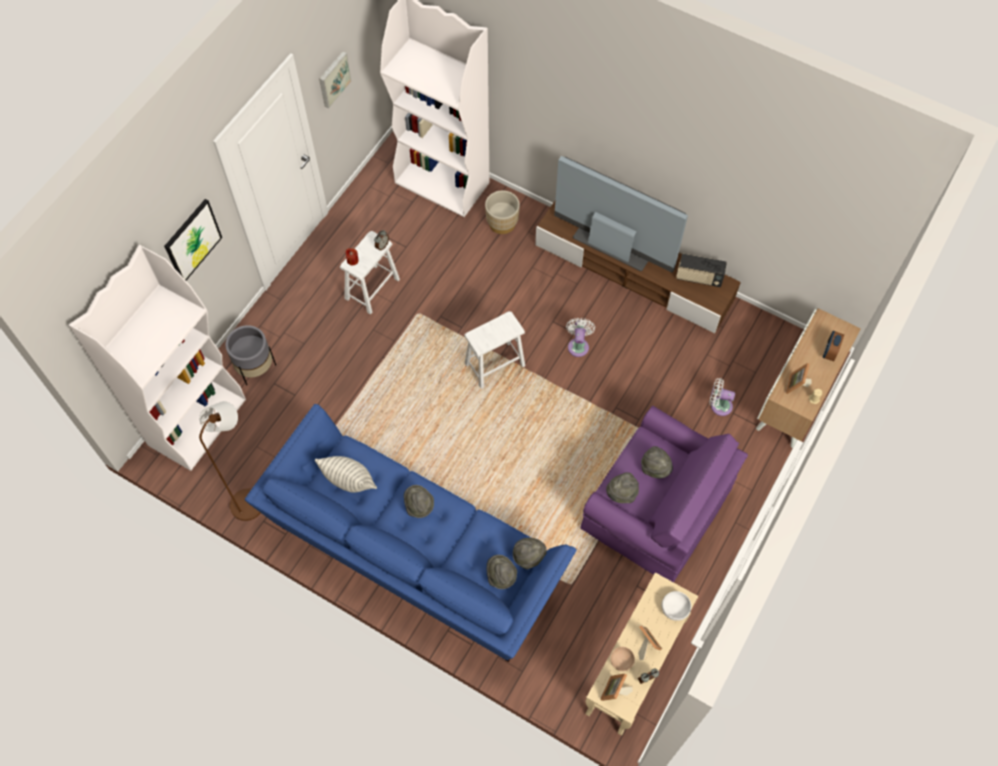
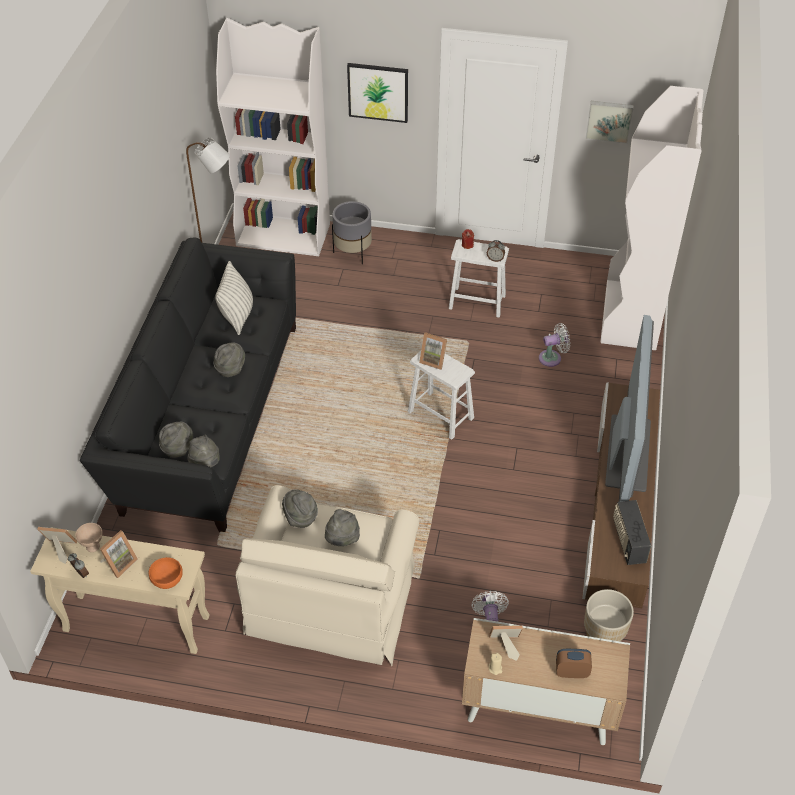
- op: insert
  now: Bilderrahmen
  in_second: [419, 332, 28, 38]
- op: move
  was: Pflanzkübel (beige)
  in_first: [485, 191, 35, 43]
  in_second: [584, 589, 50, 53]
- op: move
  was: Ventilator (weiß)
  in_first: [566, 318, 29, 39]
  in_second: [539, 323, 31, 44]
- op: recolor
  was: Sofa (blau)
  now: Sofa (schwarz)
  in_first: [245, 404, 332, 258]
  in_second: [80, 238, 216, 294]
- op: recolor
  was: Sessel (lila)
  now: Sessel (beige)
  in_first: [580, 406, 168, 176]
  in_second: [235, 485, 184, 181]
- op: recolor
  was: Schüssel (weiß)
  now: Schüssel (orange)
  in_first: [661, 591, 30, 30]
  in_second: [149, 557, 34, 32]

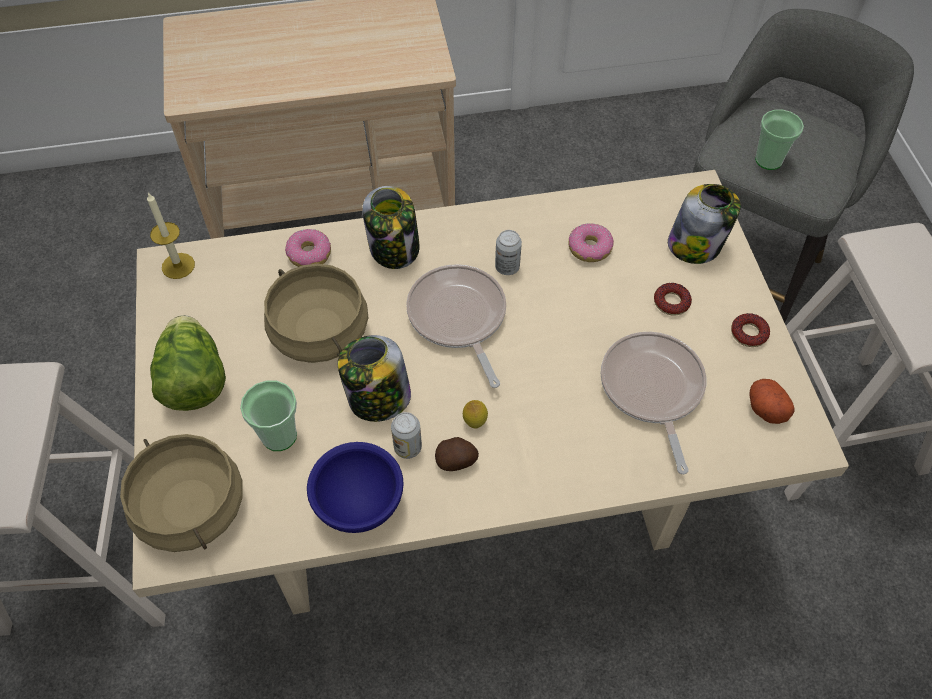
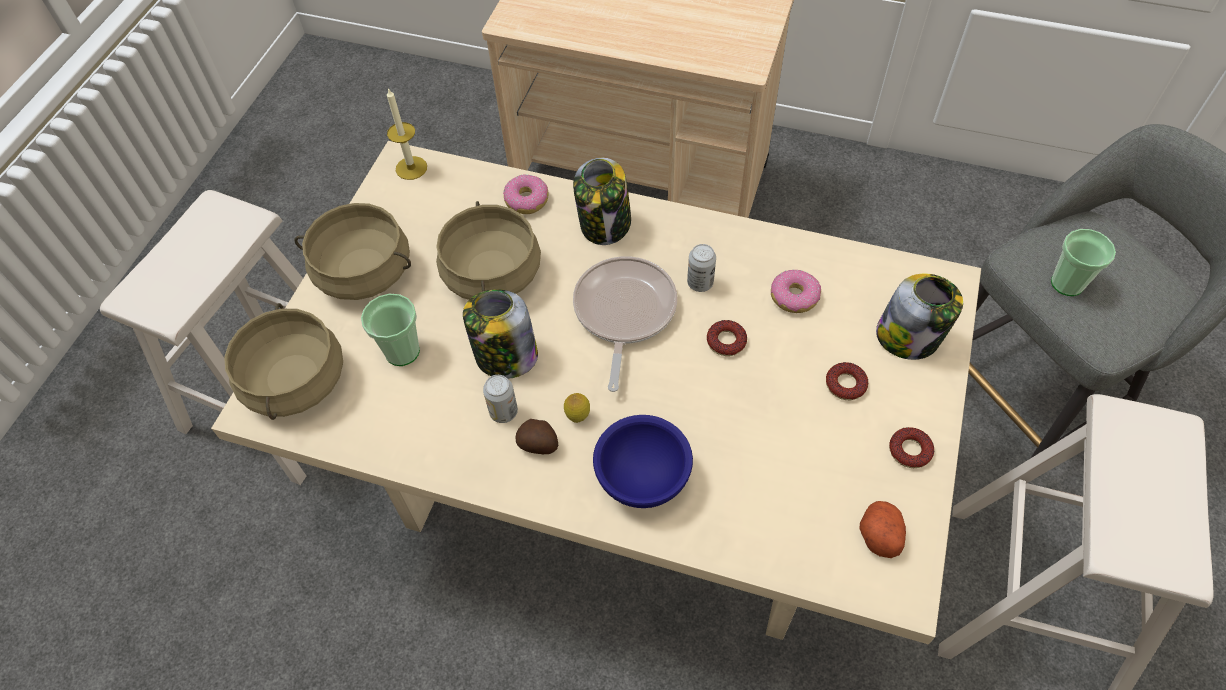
- op: delete
  was: Pfanne
  in_first: [601, 332, 105, 142]
- op: insert
  now: Donut
  in_second: [707, 320, 40, 36]
- op: move
  was: Schüssel (blau)
  in_first: [307, 442, 96, 91]
  in_second: [593, 415, 100, 93]
- op: replace
  was: Salatkopf
  now: Kochtopf (beige)
  in_first: [150, 315, 76, 96]
  in_second: [294, 203, 117, 97]

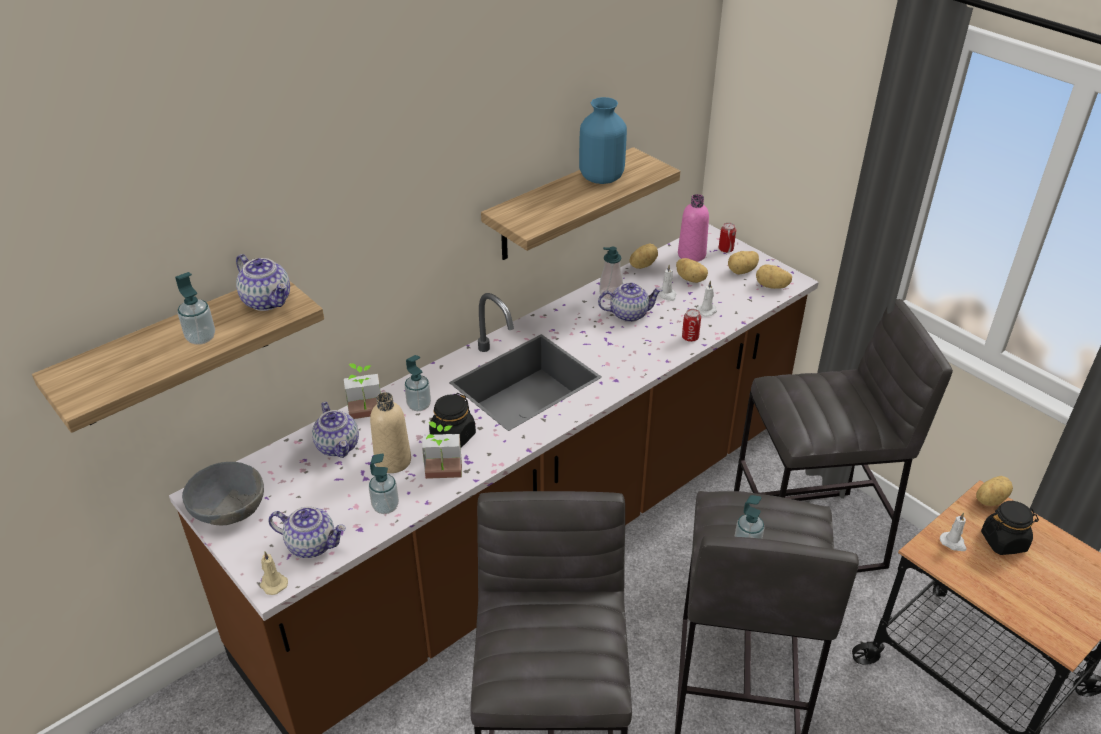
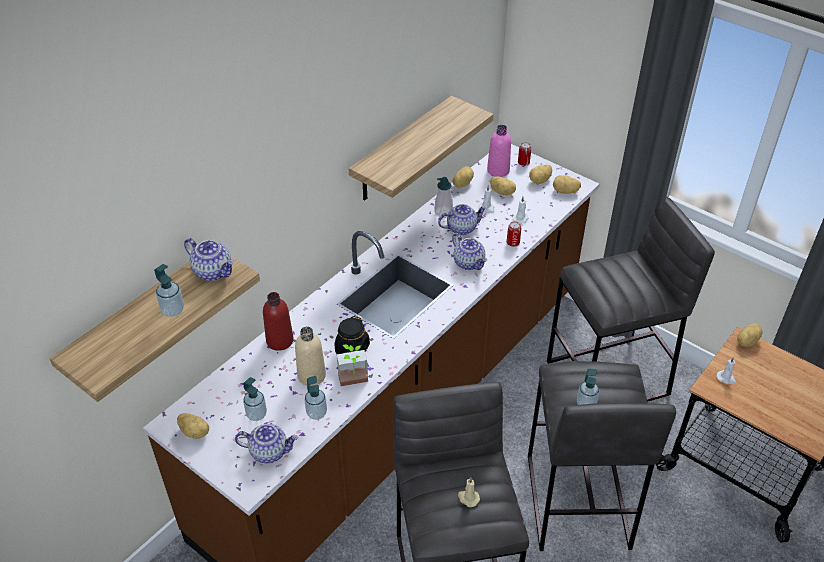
- op: delete
  was: Vase (blau)
  in_first: [579, 97, 48, 87]
- op: delete
  was: Vorratsglas (schwarz)
  in_first: [981, 501, 58, 54]
- op: move
  was: Kerze (beige)
  in_first: [260, 552, 28, 43]
  in_second: [458, 478, 22, 29]
- op: move
  was: Teekanne
  in_first: [312, 402, 47, 56]
  in_second: [452, 233, 35, 37]
- op: move
  was: Seifenspender
  in_first: [405, 355, 26, 56]
  in_second: [243, 377, 24, 44]
- op: replace
  was: Schüssel (grau)
  now: Kartoffel
  in_first: [182, 462, 82, 63]
  in_second: [177, 413, 32, 26]
- op: replace
  was: Topfpflanze
  now: Flasche (rot)
  in_first: [344, 363, 37, 56]
  in_second: [263, 292, 31, 59]

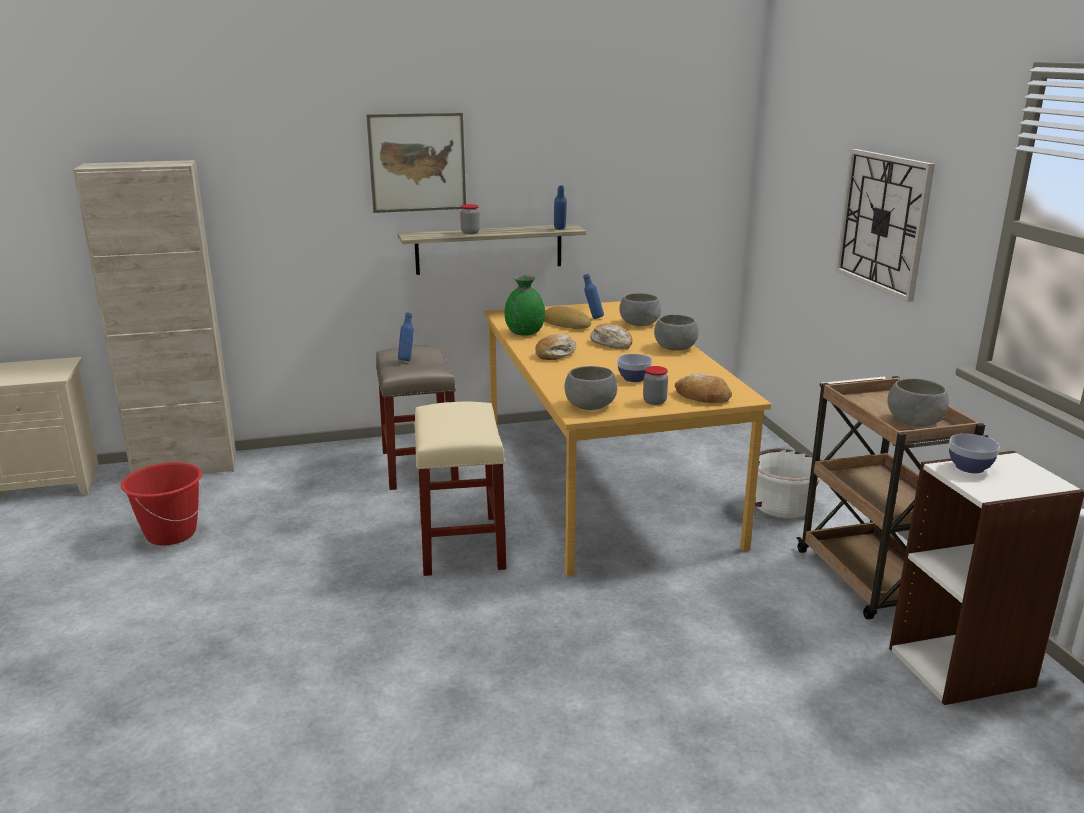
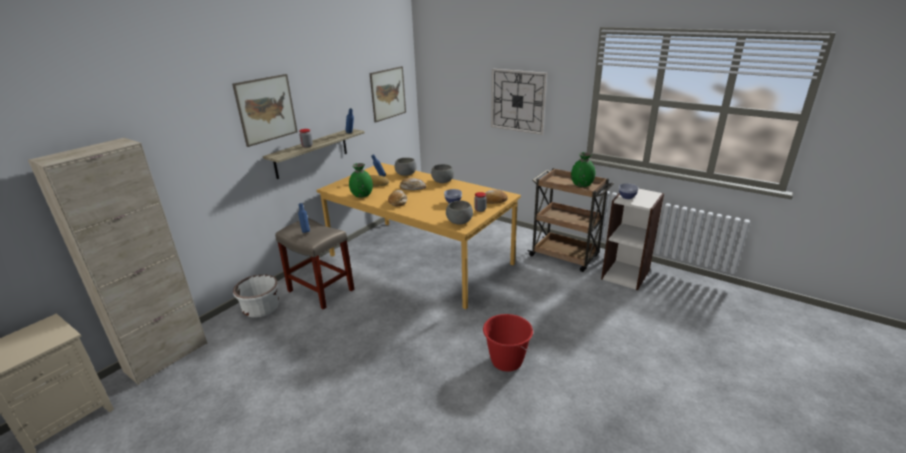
- op: delete
  was: Hocker (beige)
  in_first: [414, 401, 92, 175]
- op: insert
  now: Bild
  in_second: [370, 66, 36, 57]
- op: move
  was: Eimer (rot)
  in_first: [121, 462, 82, 83]
  in_second: [483, 314, 50, 58]
- op: move
  was: Pflanzkübel (weiß)
  in_first: [755, 448, 65, 70]
  in_second: [233, 274, 46, 44]
- op: replace
  was: Schüssel (grau)
  now: Vase (grün)
  in_first: [887, 379, 62, 48]
  in_second: [571, 152, 24, 35]

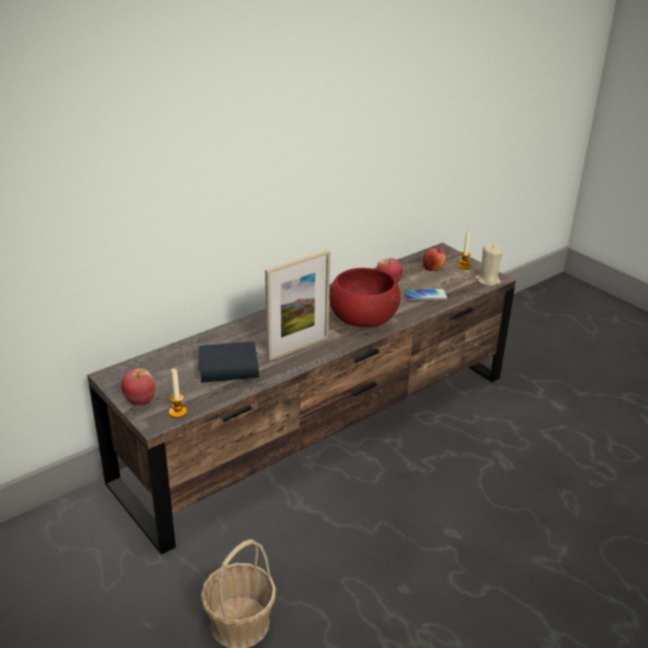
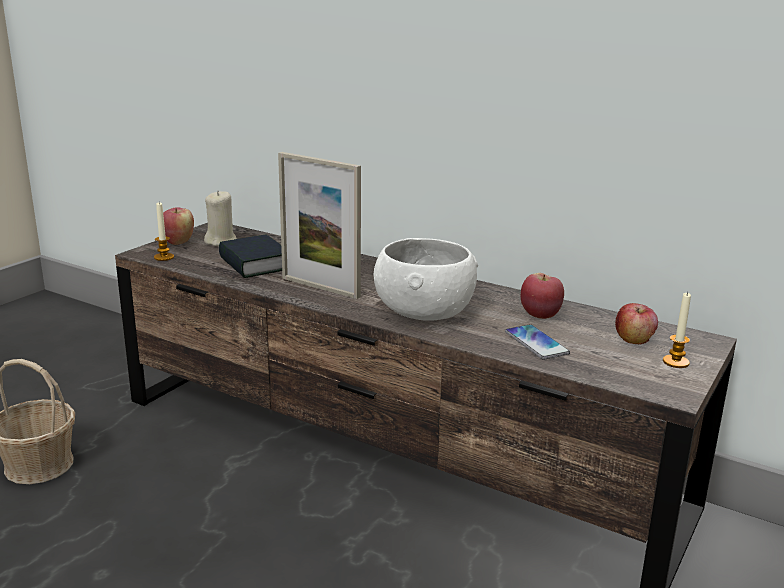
- op: move
  was: Kerze (beige)
  in_first: [475, 243, 28, 43]
  in_second: [204, 190, 33, 56]
- op: recolor
  was: Schüssel (rot)
  now: Schüssel (weiß)
  in_first: [329, 268, 71, 59]
  in_second: [374, 238, 104, 83]

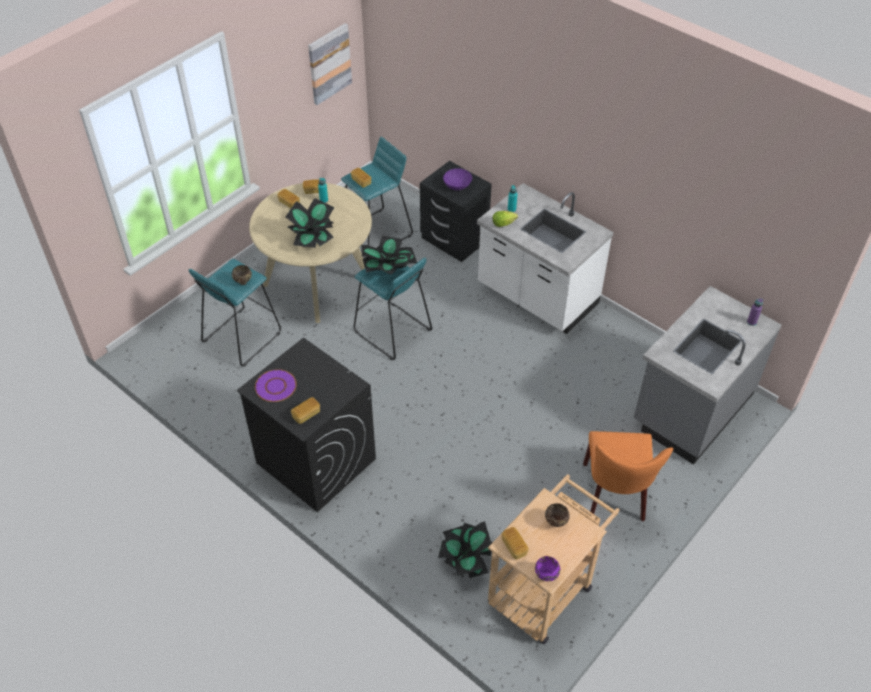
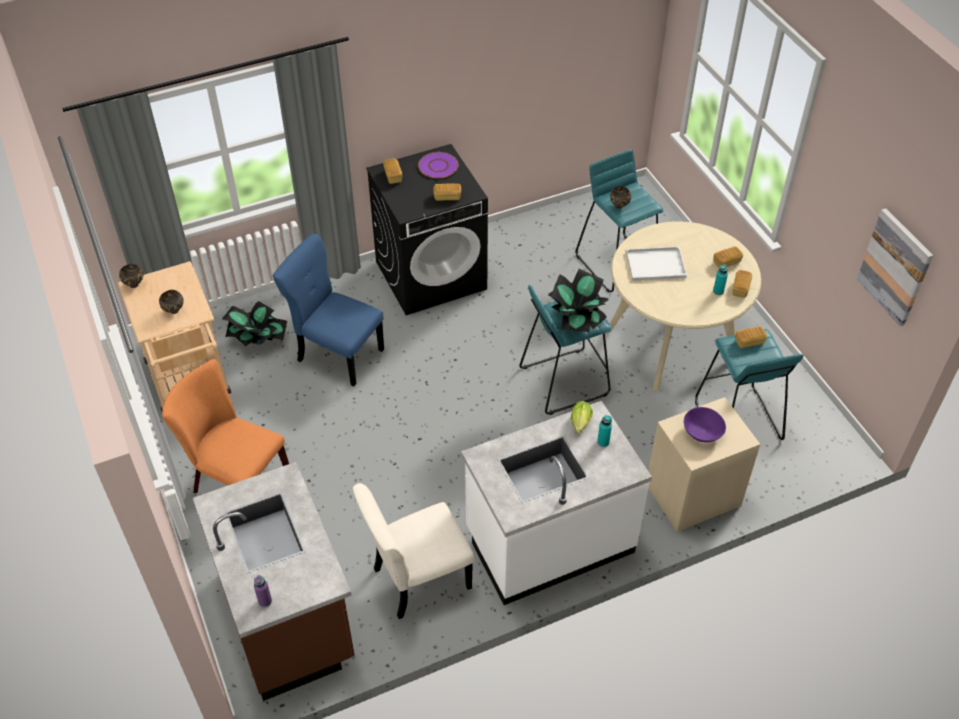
- op: insert
  now: Stuhl (blau)
  in_second: [273, 234, 111, 152]
- op: insert
  now: Stuhl (beige)
  in_second: [353, 483, 121, 136]
- op: move
  was: Brot
  in_first: [502, 527, 27, 32]
  in_second: [434, 183, 27, 18]
- op: replace
  was: Topfpflanze
  now: Tablett (weiß)
  in_first: [285, 198, 49, 50]
  in_second: [626, 247, 61, 34]
- op: recolor
  was: Nachttisch (schwarz)
  now: Nachttisch (beige)
  in_first: [420, 161, 72, 101]
  in_second: [649, 397, 111, 135]
- op: recolor
  was: Schüssel (lila)
  now: Schüssel (braun)
  in_first: [535, 556, 25, 25]
  in_second: [119, 264, 25, 24]
- op: recolor
  was: Küchenzeile (grau)
  now: Küchenzeile (braun)
  in_first: [634, 286, 148, 179]
  in_second: [193, 462, 162, 239]

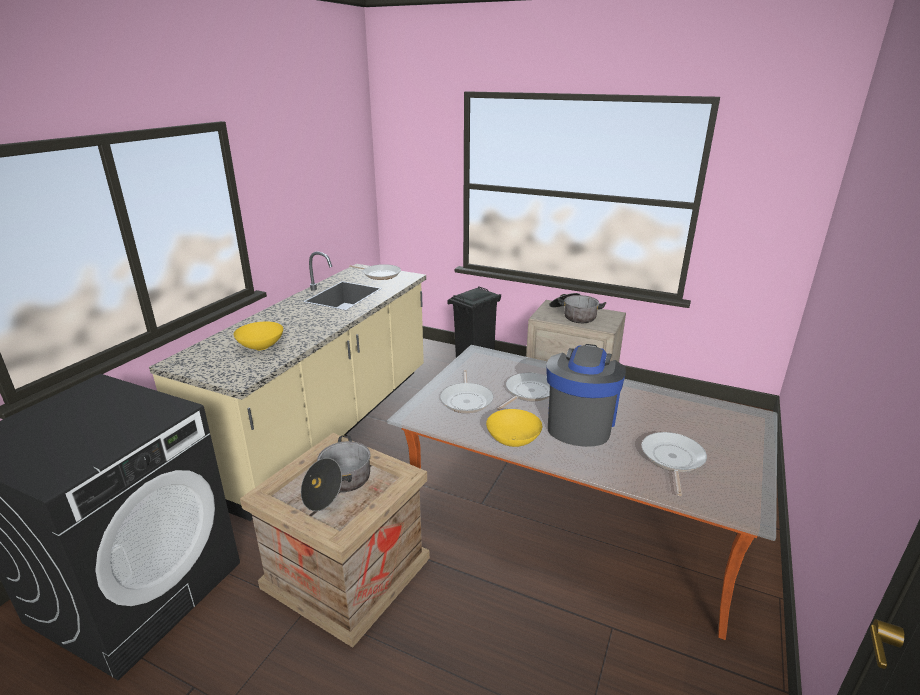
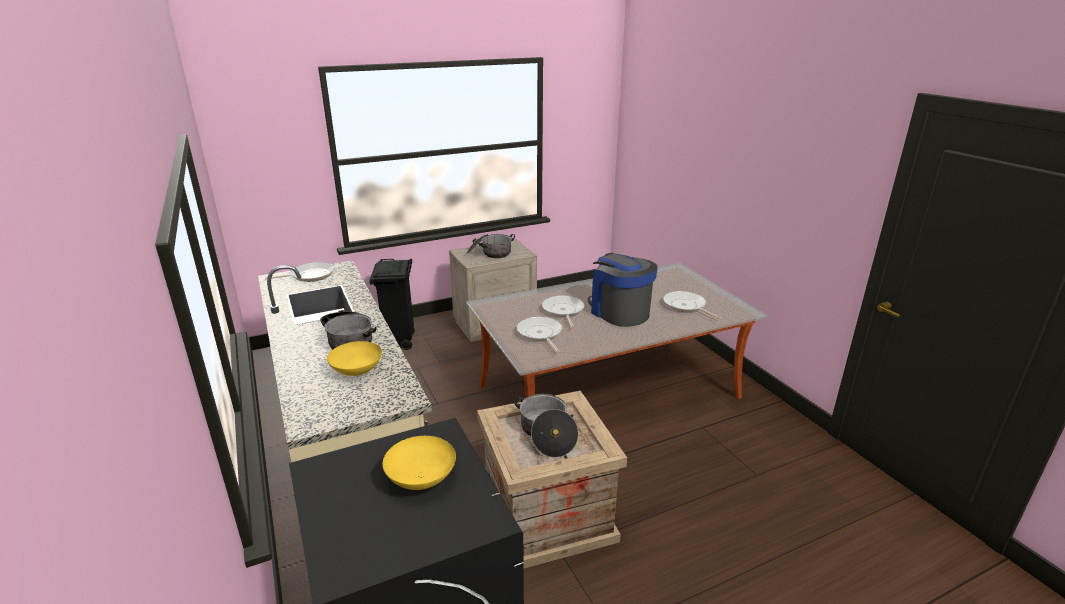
- op: insert
  now: Kochtopf
  in_second: [320, 310, 57, 39]
- op: move
  was: Schüssel (gelb)
  in_first: [486, 409, 56, 38]
  in_second: [382, 436, 74, 54]
- op: rotate
  was: Pfanne
  in_first: [440, 370, 53, 43]
  in_second: [517, 316, 45, 37]
  clockwise: -150

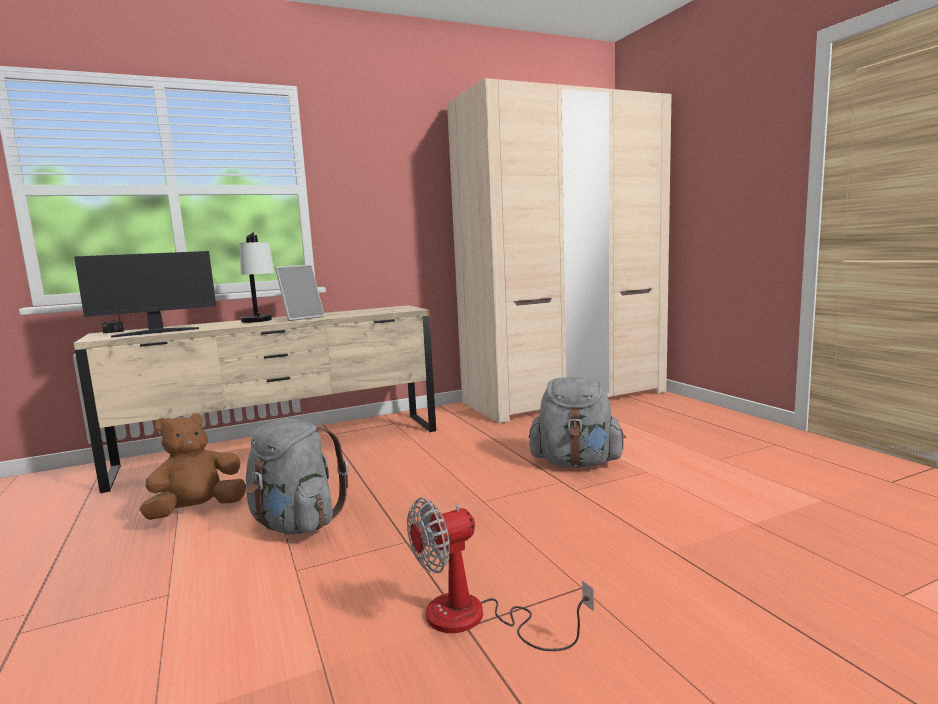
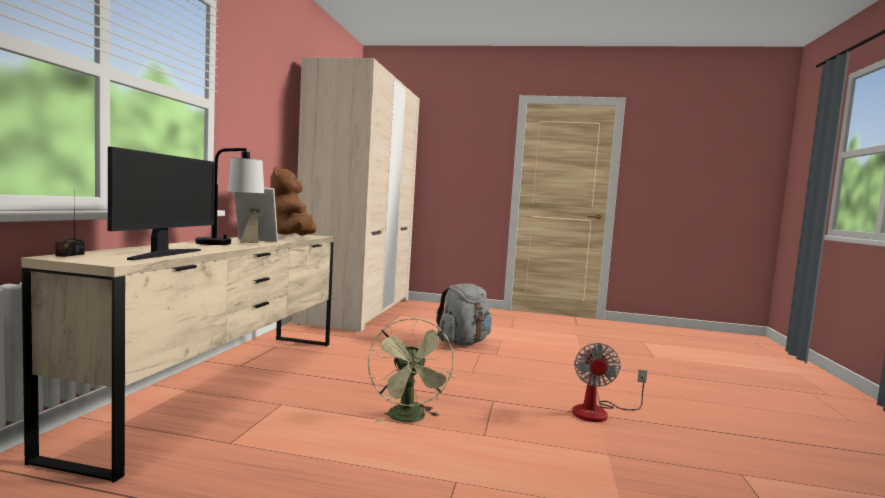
- op: move
  was: Plüschtier (braun)
  in_first: [139, 413, 107, 107]
  in_second: [271, 167, 45, 68]
- op: replace
  was: Rucksack (grau)
  now: Ventilator (grün)
  in_first: [245, 418, 103, 117]
  in_second: [368, 318, 87, 105]
- op: rotate
  was: Bilderrahmen
  in_first: [275, 265, 50, 56]
  in_second: [234, 188, 44, 55]
  clockwise: -90

